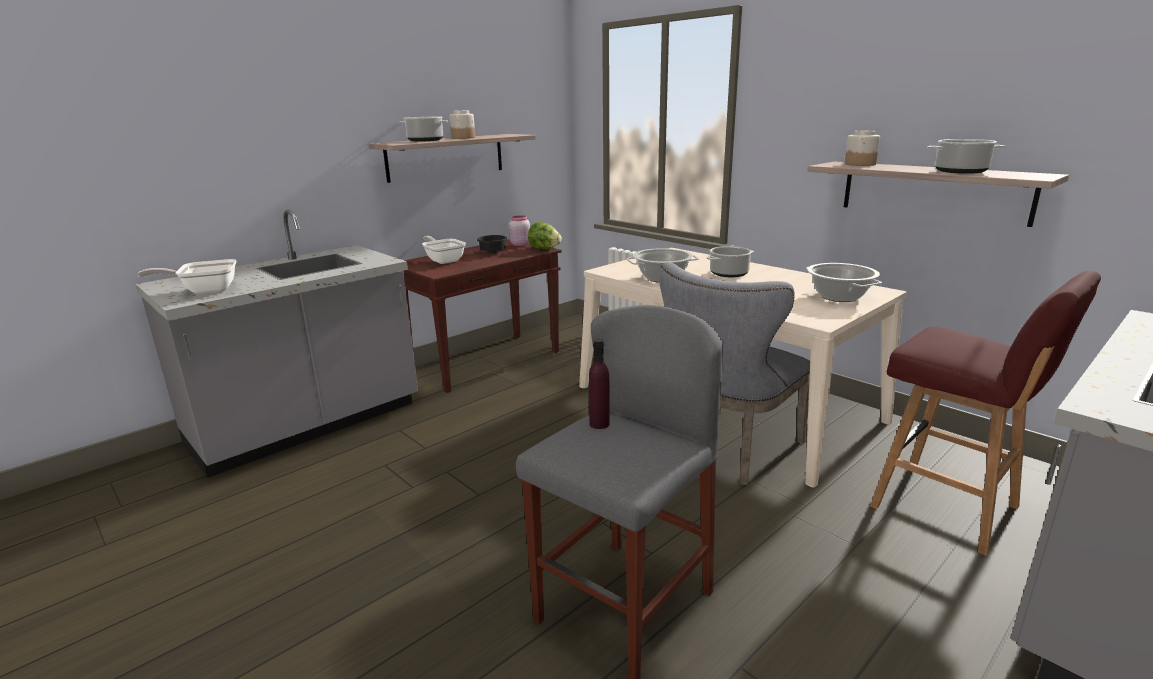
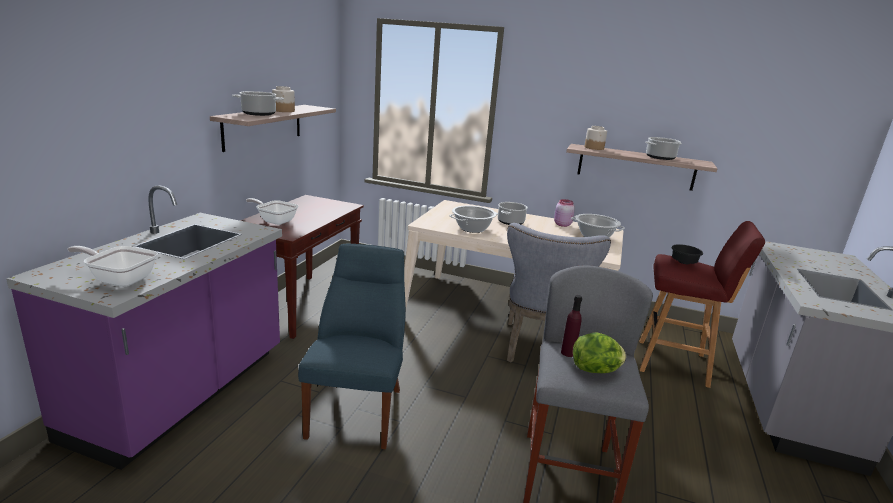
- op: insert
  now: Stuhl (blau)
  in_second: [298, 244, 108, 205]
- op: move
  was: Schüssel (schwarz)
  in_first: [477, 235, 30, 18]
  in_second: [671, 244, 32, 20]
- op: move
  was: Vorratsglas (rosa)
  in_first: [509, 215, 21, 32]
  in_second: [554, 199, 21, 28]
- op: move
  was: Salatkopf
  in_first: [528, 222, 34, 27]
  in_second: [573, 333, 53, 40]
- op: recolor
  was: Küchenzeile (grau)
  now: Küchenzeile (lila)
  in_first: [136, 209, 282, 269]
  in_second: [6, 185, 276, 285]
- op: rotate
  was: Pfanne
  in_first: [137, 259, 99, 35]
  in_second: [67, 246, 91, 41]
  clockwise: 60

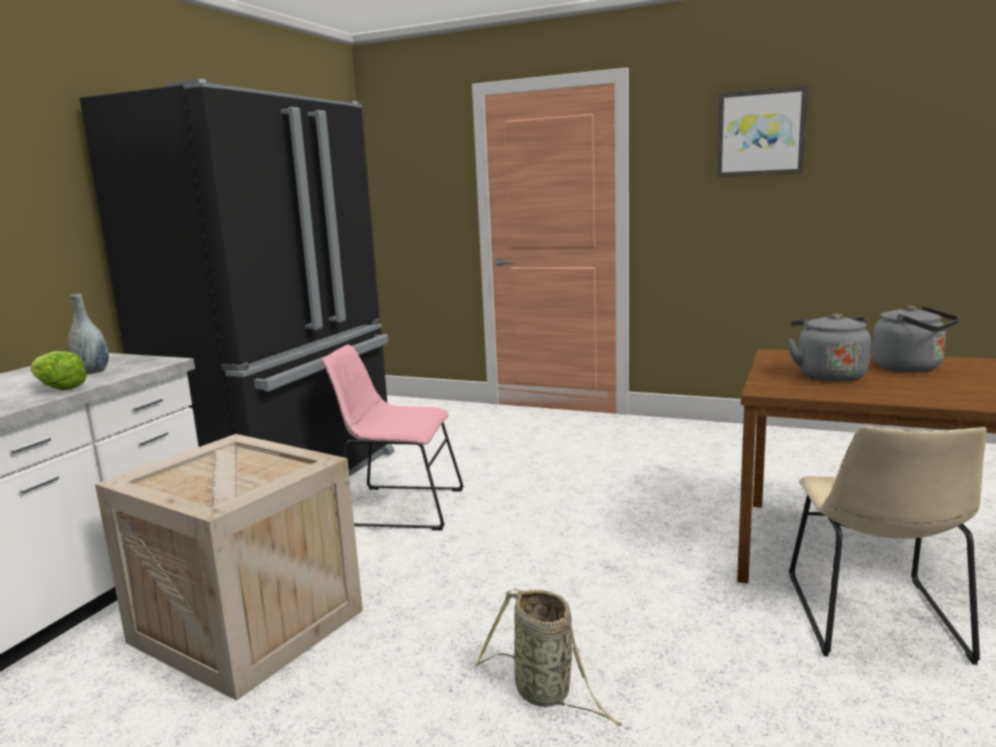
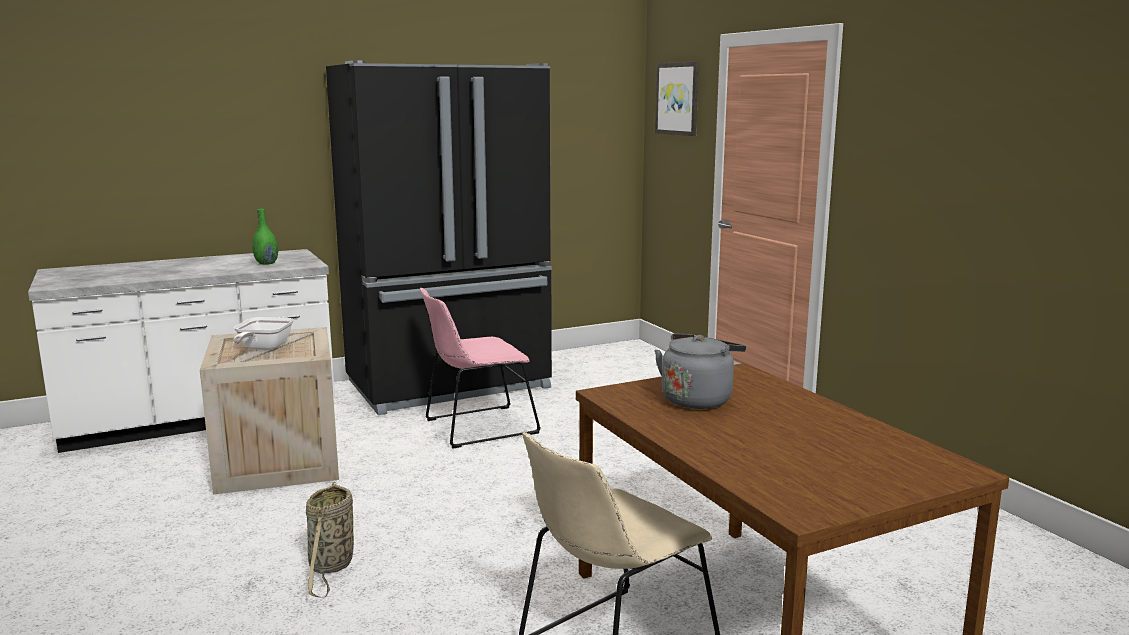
- op: delete
  was: Salatkopf
  in_first: [30, 351, 57, 39]
- op: delete
  was: Wasserkessel (grau)
  in_first: [871, 306, 89, 66]
- op: insert
  now: Pfanne
  in_second: [234, 317, 60, 33]
- op: move
  was: Bild
  in_first: [716, 85, 92, 92]
  in_second: [655, 61, 44, 75]
- op: recolor
  was: Vase (grau)
  now: Vase (grün)
  in_first: [67, 294, 42, 80]
  in_second: [252, 209, 26, 56]
- op: rotate
  was: Stuhl (rosa)
  in_first: [322, 345, 142, 185]
  in_second: [420, 288, 121, 161]
  clockwise: -75

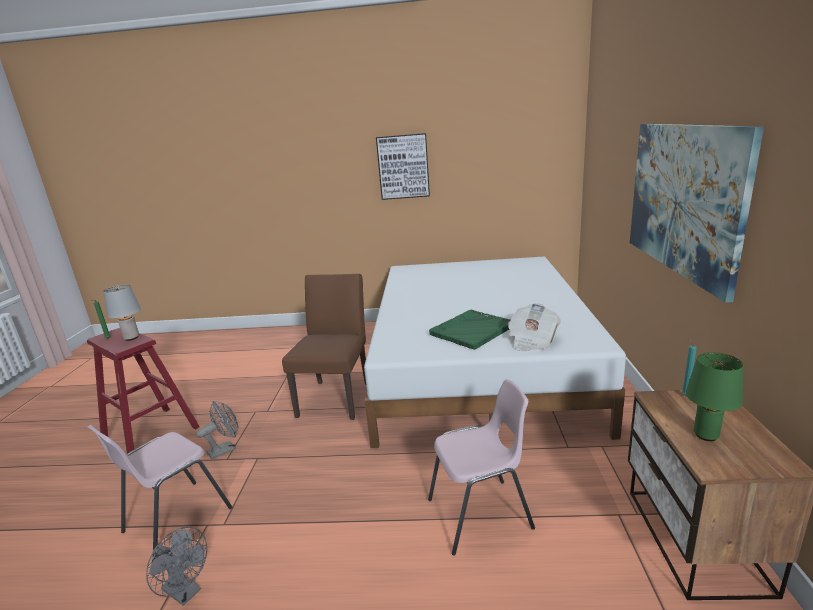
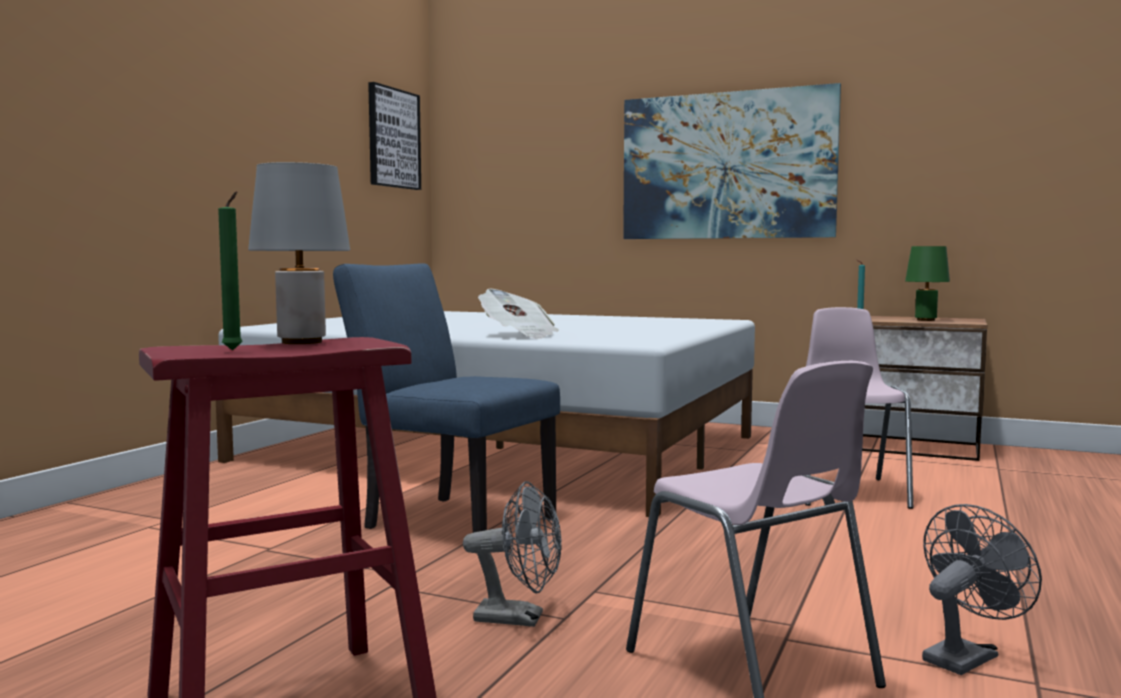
- op: delete
  was: Tablett (grün)
  in_first: [429, 310, 81, 40]
- op: move
  was: Bild
  in_first: [376, 133, 54, 67]
  in_second: [368, 82, 53, 108]
- op: move
  was: Zeitung
  in_first: [508, 303, 53, 48]
  in_second: [478, 289, 81, 50]
- op: recolor
  was: Stuhl (braun)
  now: Stuhl (blau)
  in_first: [282, 274, 84, 146]
  in_second: [333, 263, 227, 270]
- op: rotate
  was: Ventilator (grau)
  in_first: [196, 401, 42, 59]
  in_second: [463, 481, 99, 146]
  clockwise: 120

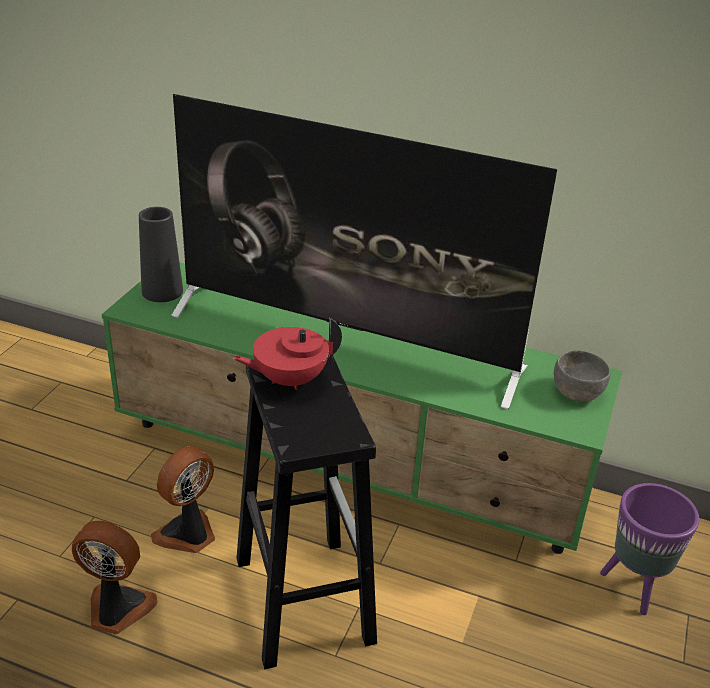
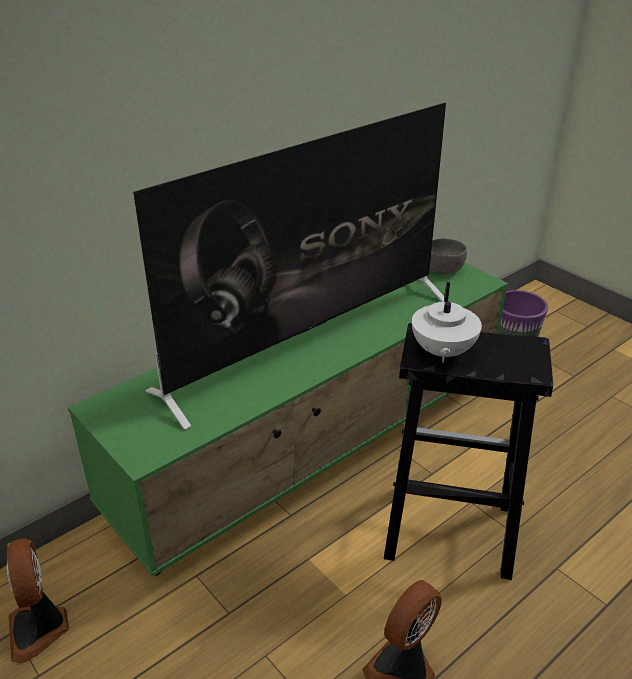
- op: delete
  was: Vase (schwarz)
  in_first: [139, 207, 44, 95]
- op: move
  was: Ventilator
  in_first: [151, 446, 64, 107]
  in_second: [7, 539, 62, 125]
- op: recolor
  was: Teekanne (rot)
  now: Teekanne (weiß)
  in_first: [233, 318, 109, 72]
  in_second: [412, 282, 70, 81]

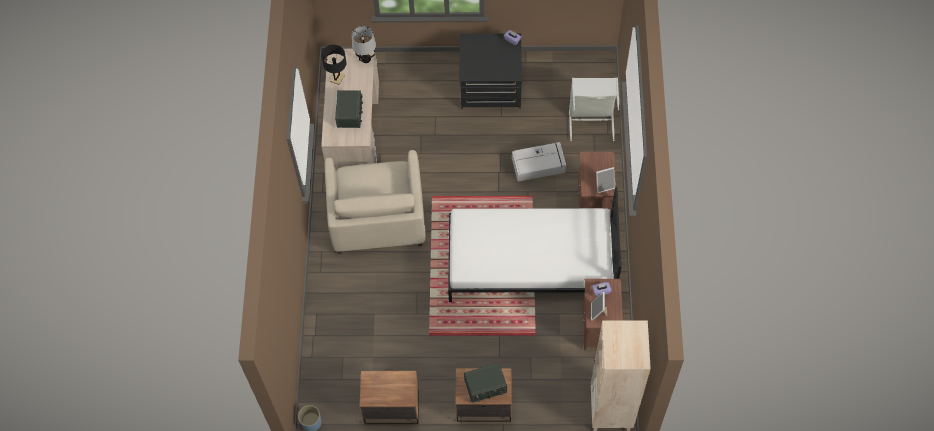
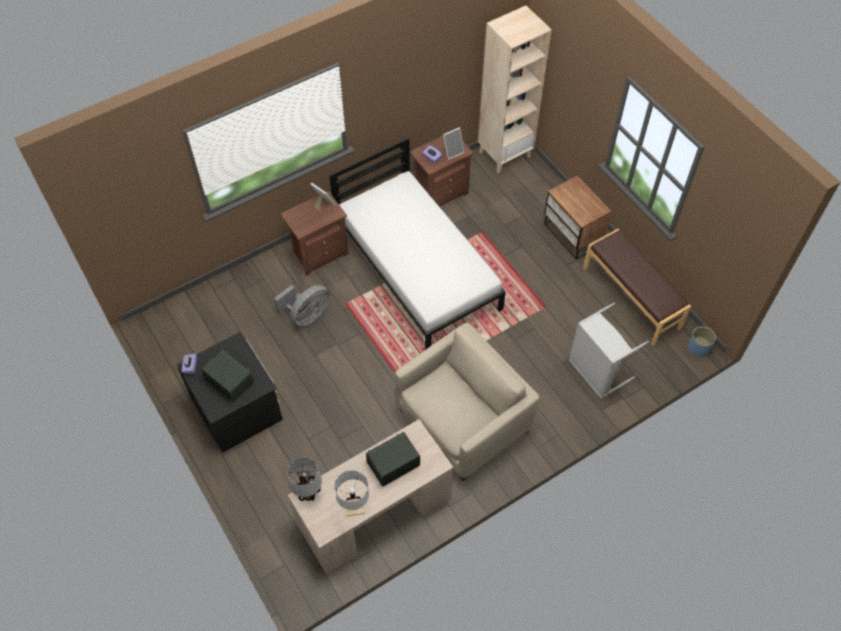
- op: move
  was: Radio
  in_first: [464, 363, 43, 40]
  in_second: [201, 350, 53, 52]
- op: move
  was: Wäschekorb (grau)
  in_first: [569, 78, 50, 63]
  in_second: [569, 303, 80, 96]
- op: replace
  was: Nachttisch
  now: Bank (braun)
  in_first: [359, 370, 60, 54]
  in_second: [583, 229, 108, 117]
- op: replace
  was: Aufbewahrungsbox (grau)
  now: Ventilator (grau)
  in_first: [512, 142, 55, 40]
  in_second: [274, 285, 56, 41]
- op: recolor
  was: Tischlampe (schwarz)
  now: Tischlampe (weiß)
  in_first: [321, 45, 25, 40]
  in_second: [335, 470, 34, 46]

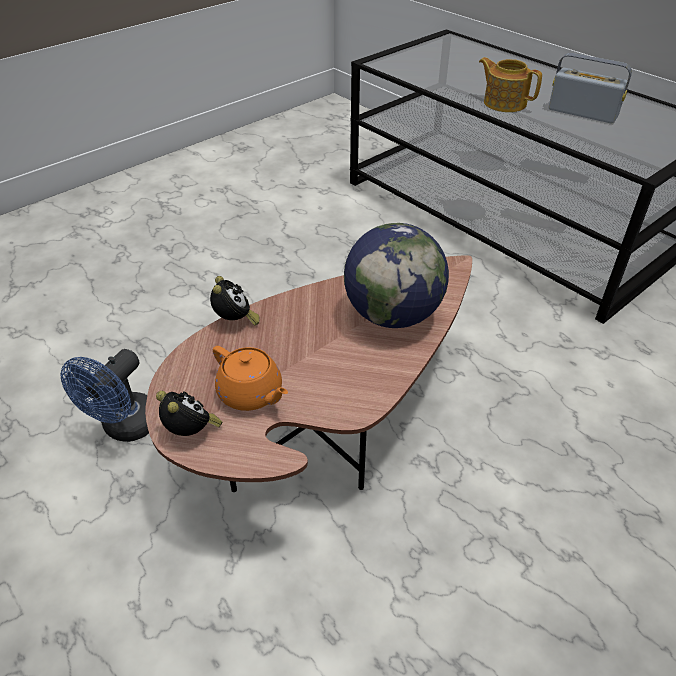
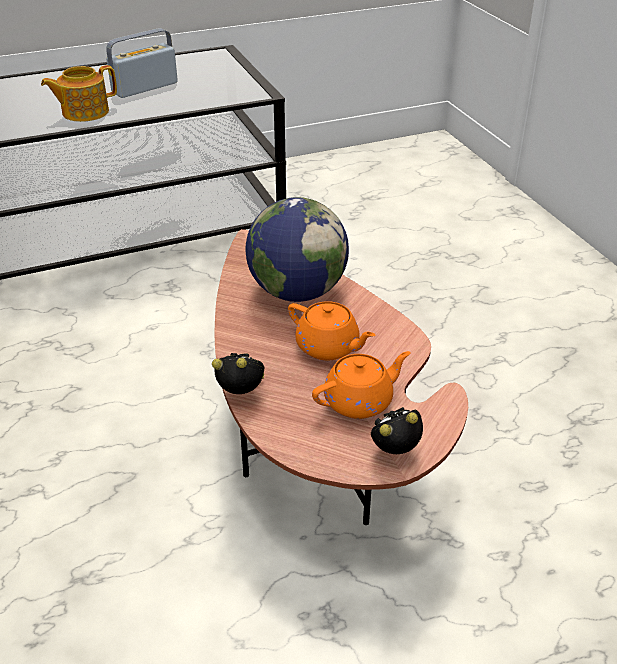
- op: delete
  was: Ventilator (blau)
  in_first: [60, 349, 89, 93]
- op: insert
  now: Teekanne (orange)
  in_second: [288, 301, 87, 59]

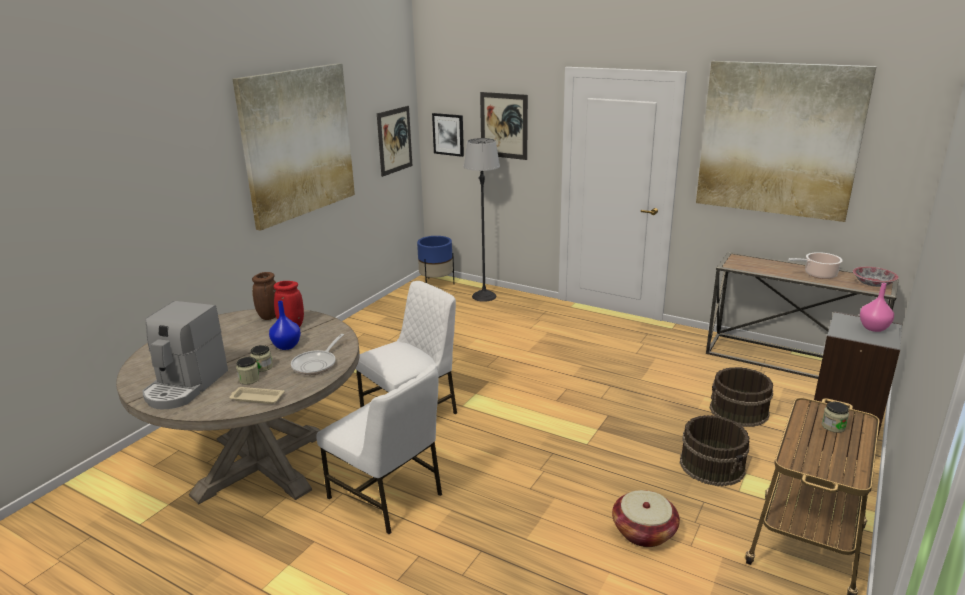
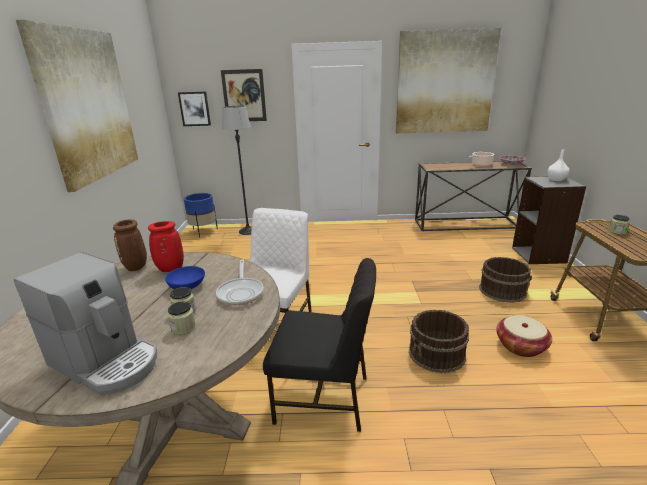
- op: delete
  was: Tablett (beige)
  in_first: [229, 387, 56, 17]
- op: delete
  was: Bild
  in_first: [377, 106, 35, 71]
- op: move
  was: Eimer (braun)
  in_first: [710, 367, 63, 60]
  in_second: [409, 310, 60, 63]
- op: replace
  was: Vase (blau)
  now: Schüssel (blau)
  in_first: [269, 301, 32, 49]
  in_second: [165, 266, 40, 23]
- op: recolor
  was: Stuhl (weiß)
  now: Stuhl (schwarz)
  in_first: [316, 364, 126, 170]
  in_second: [263, 258, 113, 174]
- op: recolor
  was: Vase (rosa)
  now: Vase (weiß)
  in_first: [860, 283, 34, 49]
  in_second: [548, 149, 21, 32]
- op: rotate
  was: Kaffeemaschine
  in_first: [142, 301, 86, 108]
  in_second: [14, 252, 143, 143]
  clockwise: -45

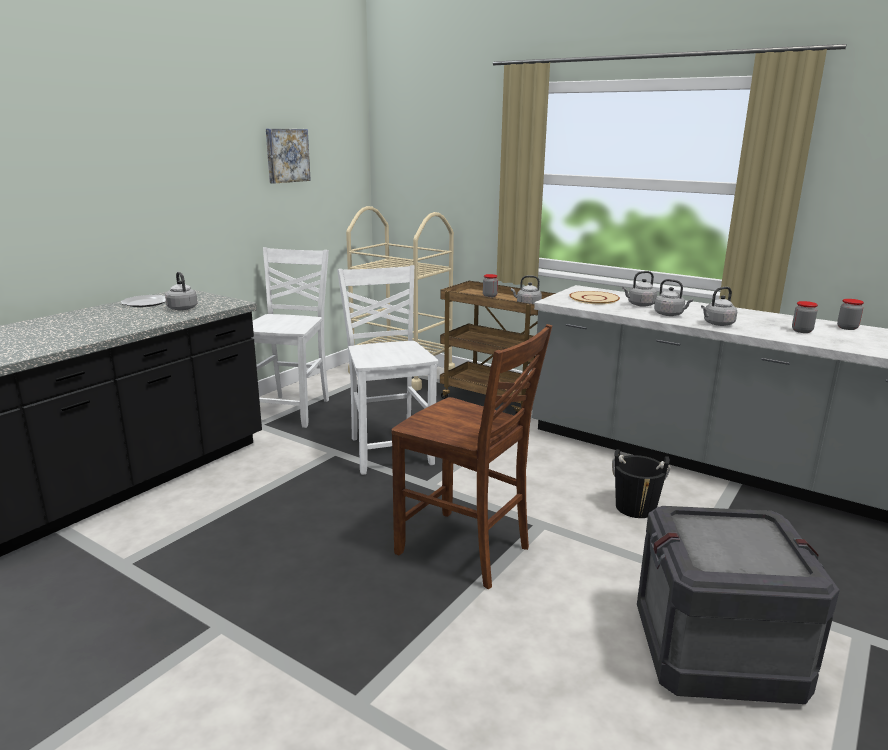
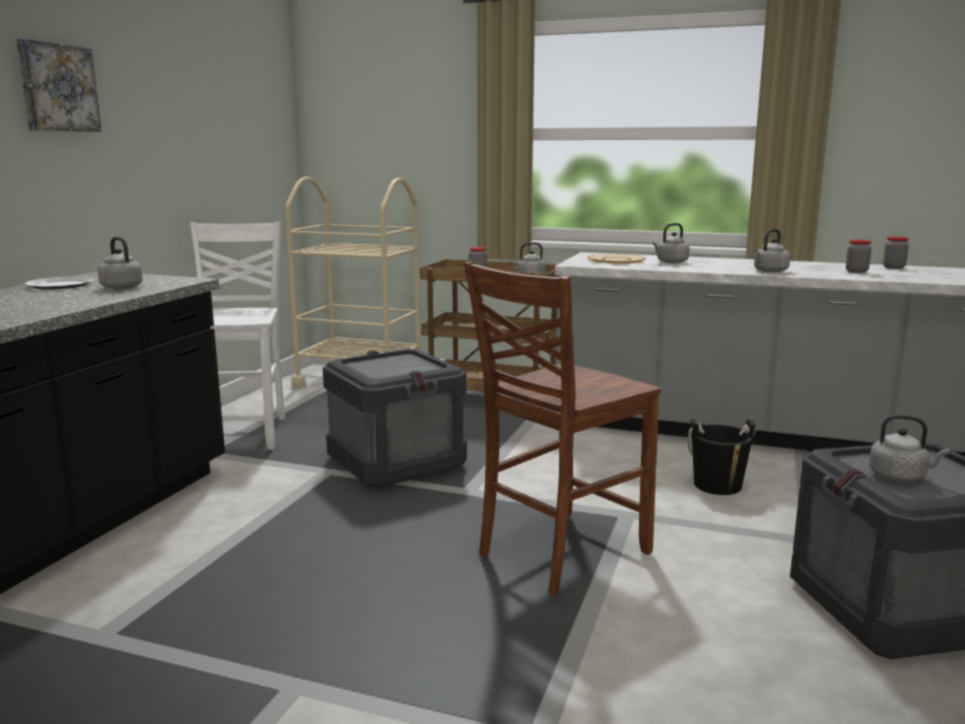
- op: move
  was: Bild
  in_first: [266, 129, 45, 55]
  in_second: [17, 39, 85, 93]
- op: move
  was: Wasserkessel (grau)
  in_first: [654, 279, 39, 37]
  in_second: [869, 415, 81, 67]
- op: replace
  was: Stuhl (weiß)
  now: Kiste
  in_first: [337, 265, 101, 210]
  in_second: [323, 349, 144, 139]
- op: rotate
  was: Stuhl (braun)
  in_first: [391, 324, 161, 265]
  in_second: [464, 261, 197, 335]
  clockwise: 120

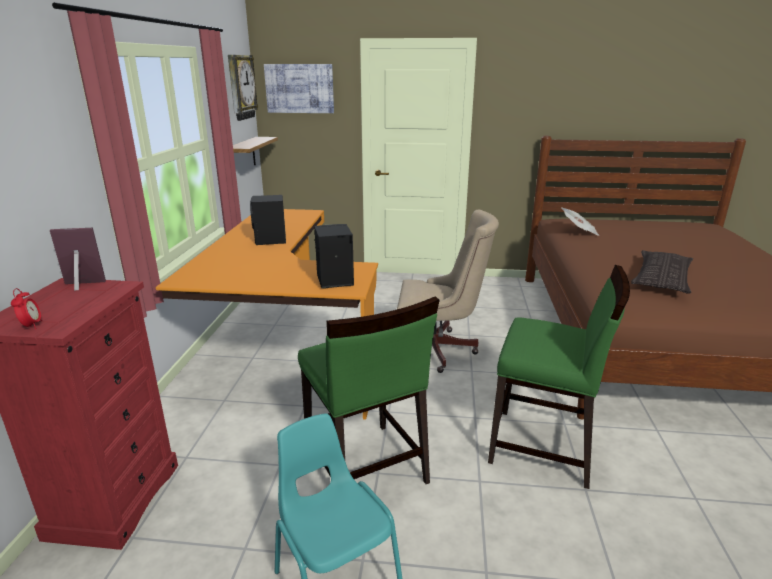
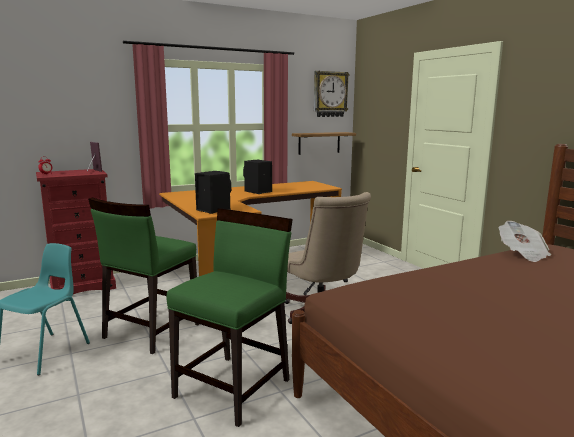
- op: delete
  was: Bild
  in_first: [264, 64, 70, 49]
- op: delete
  was: Kissen
  in_first: [631, 250, 62, 44]
- op: rotate
  was: Stuhl (grün)
  in_first: [488, 265, 142, 224]
  in_second: [166, 208, 127, 219]
  clockwise: -135

